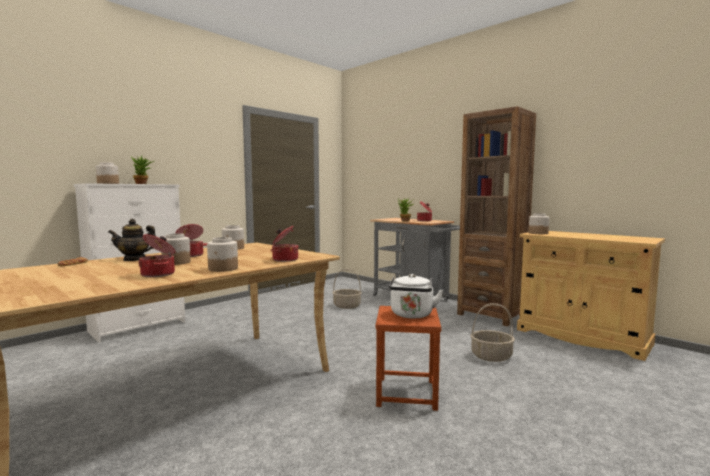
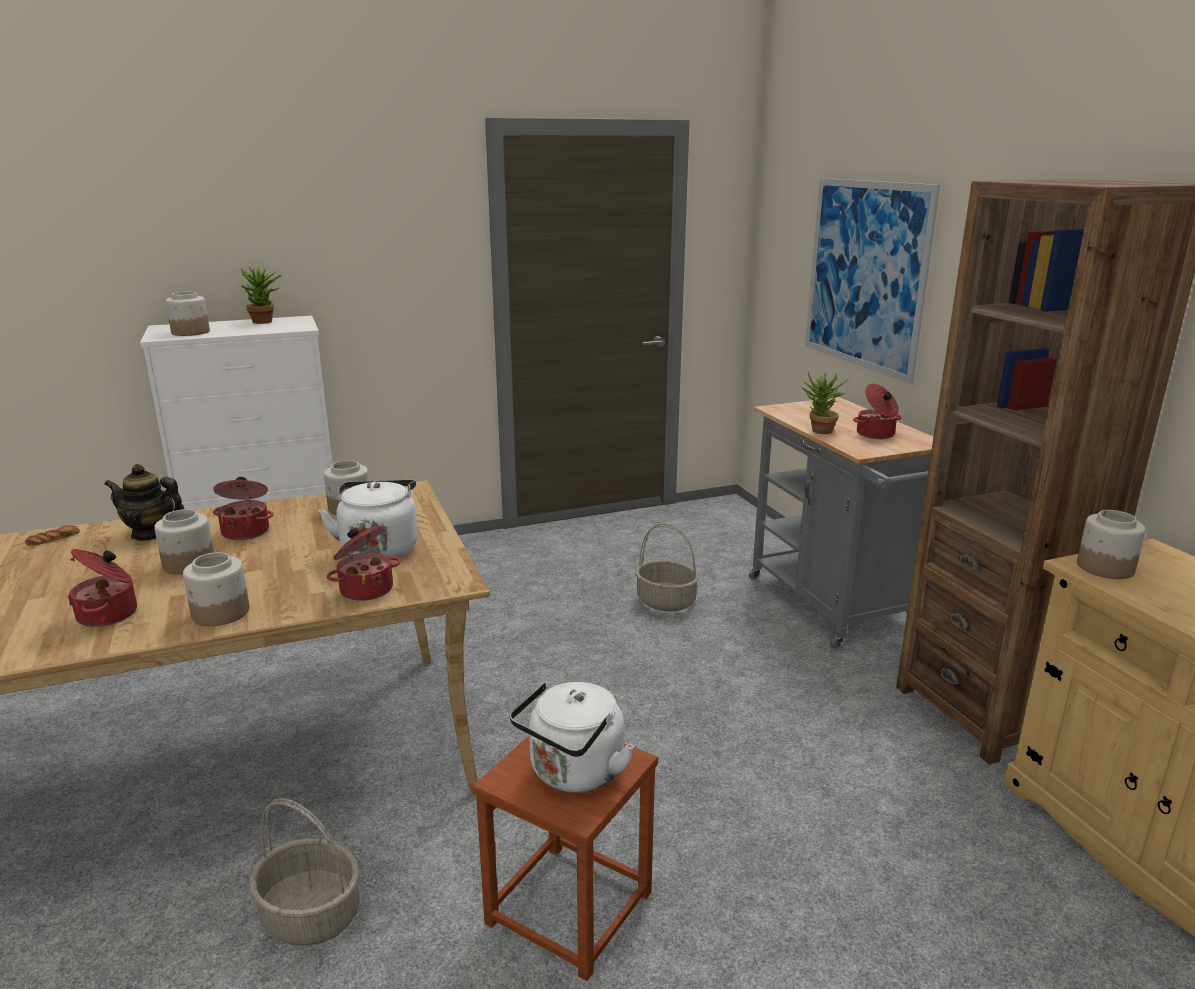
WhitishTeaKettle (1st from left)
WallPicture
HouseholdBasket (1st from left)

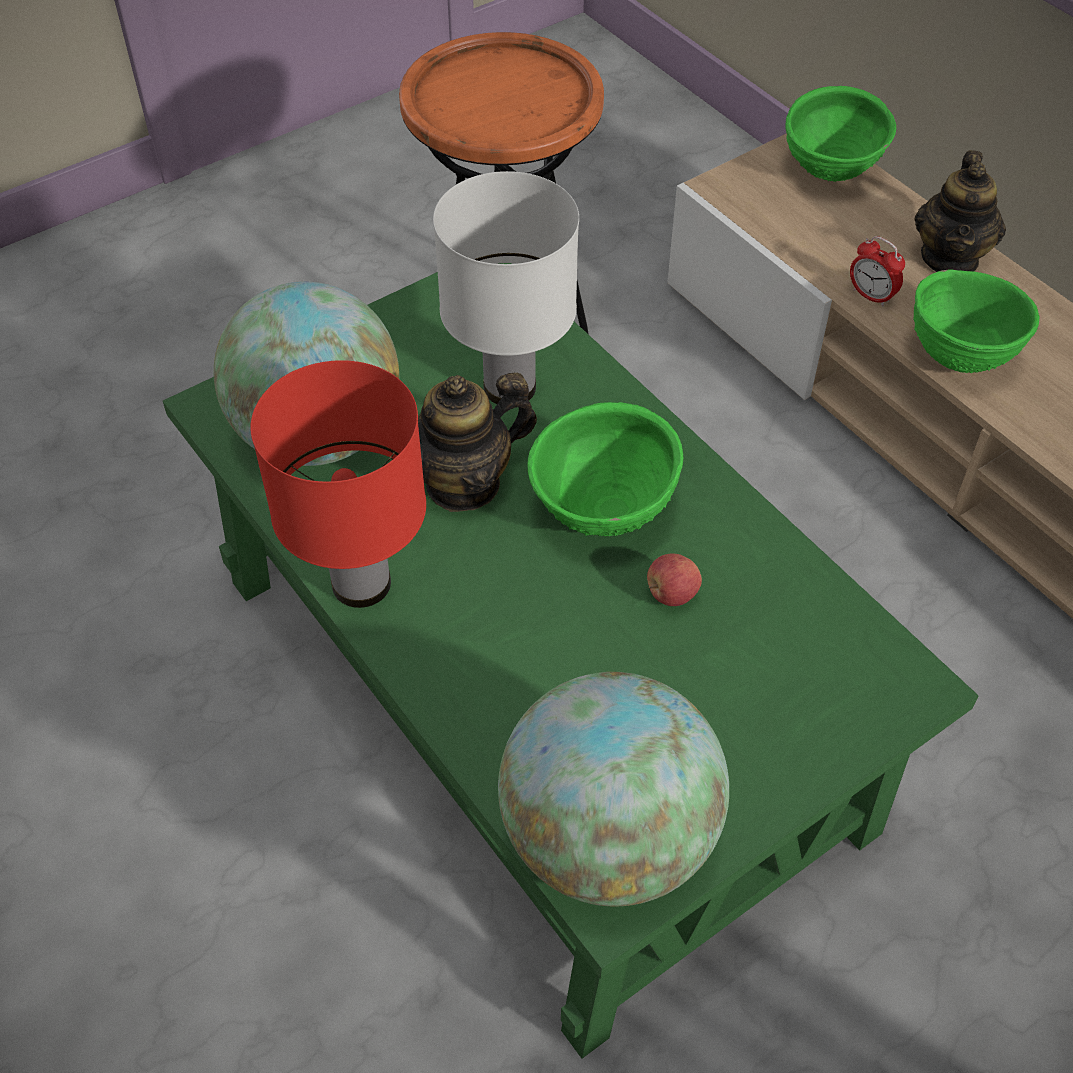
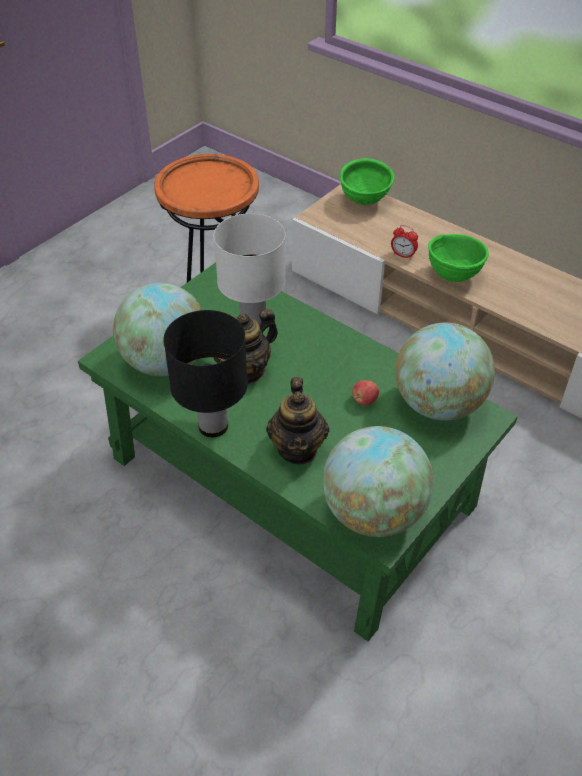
GreenishServingBowl (1st from left in the first image)
WorldGlobe (3rd from left)
Teapot (2nd from left)
BlackLampForATable

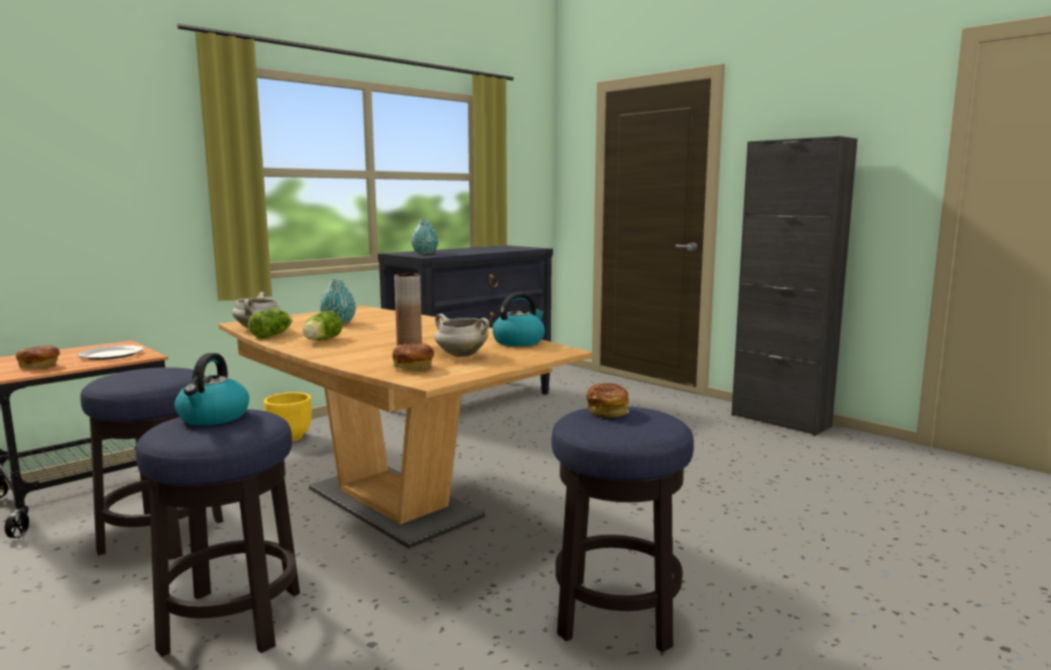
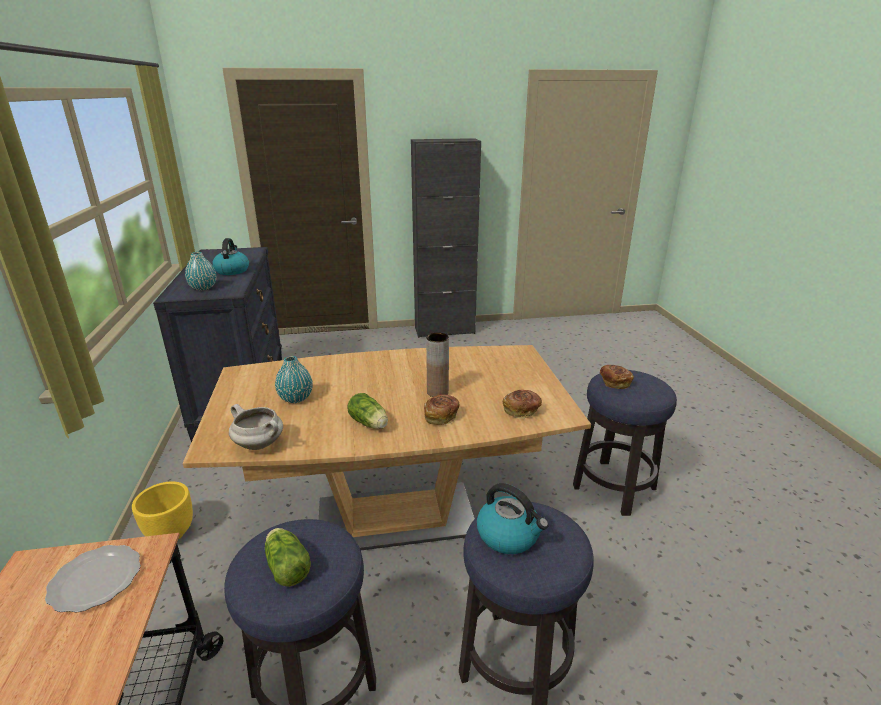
WhitishStockpot (2nd from left in the first image)
BakedBread (1st from left)
HeadOfLettuce (1st from left)
TeaKettle (1st from left)

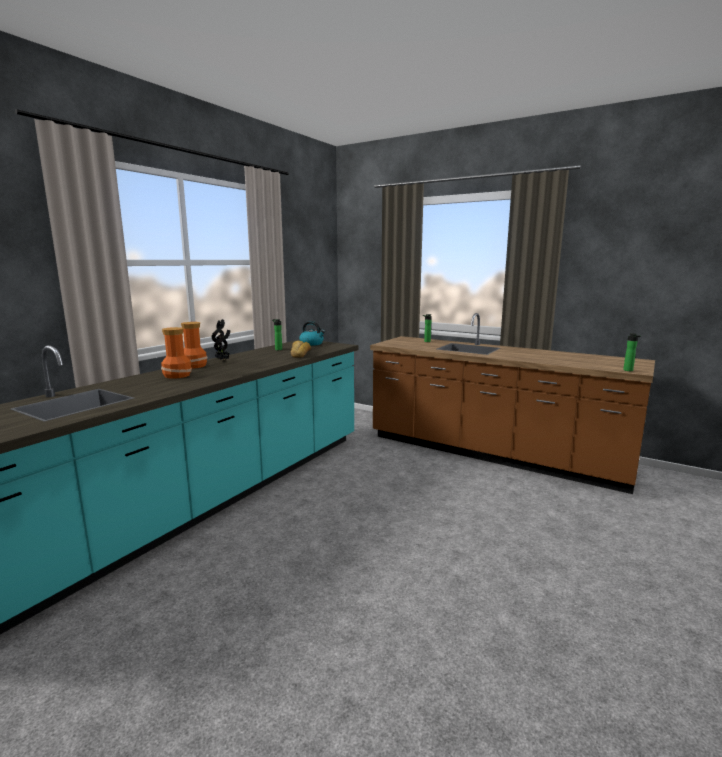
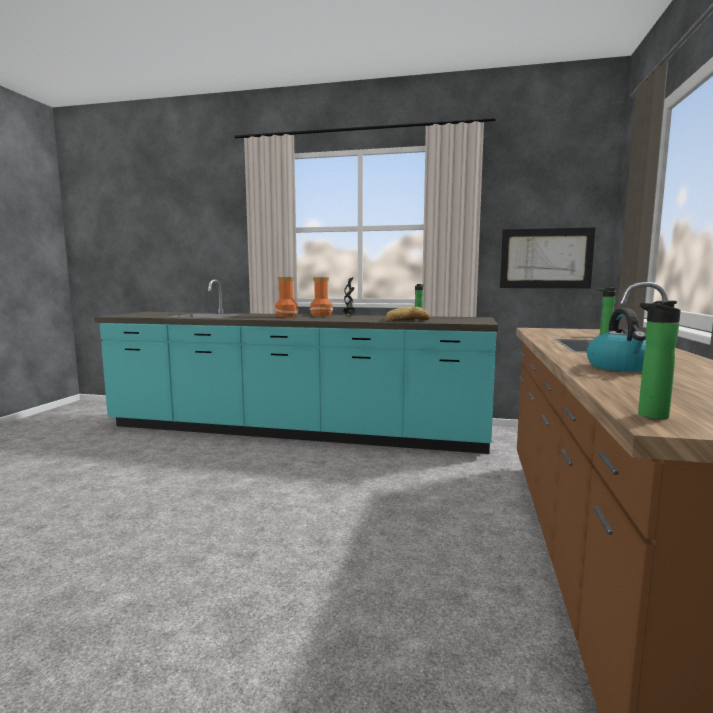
WallPicture
TeaKettle

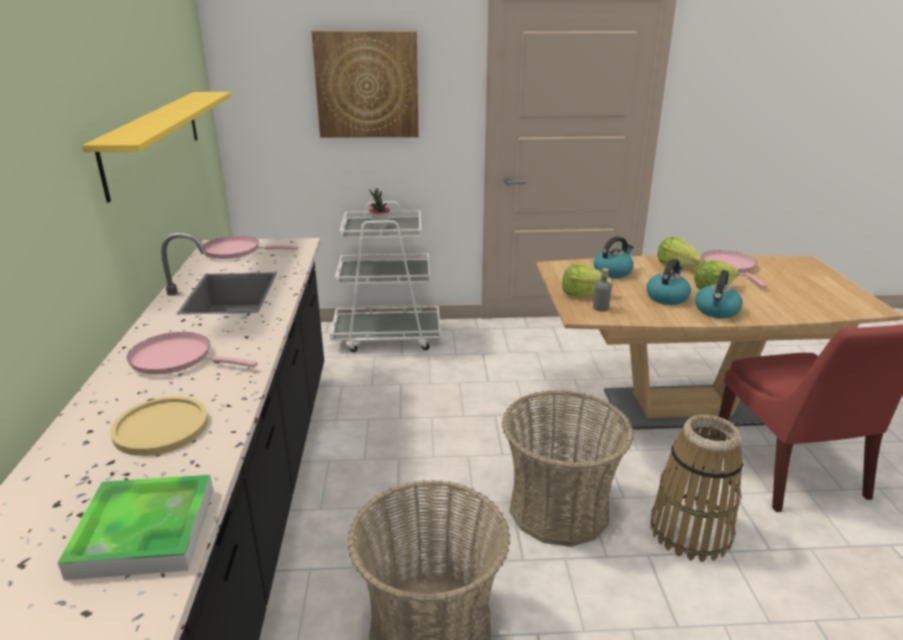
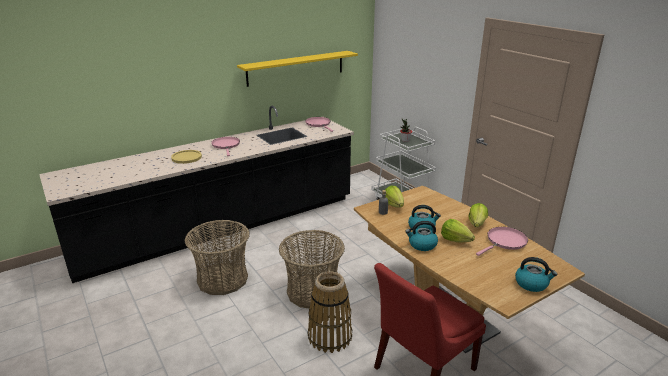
ServingTray
WallPicture
TeaKettle (3rd from left)

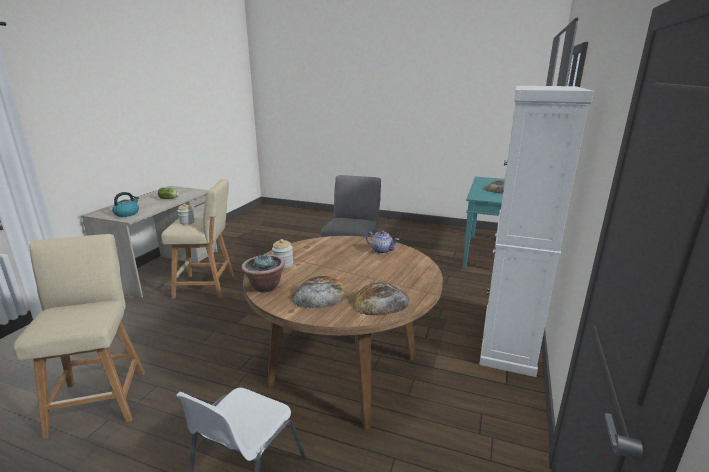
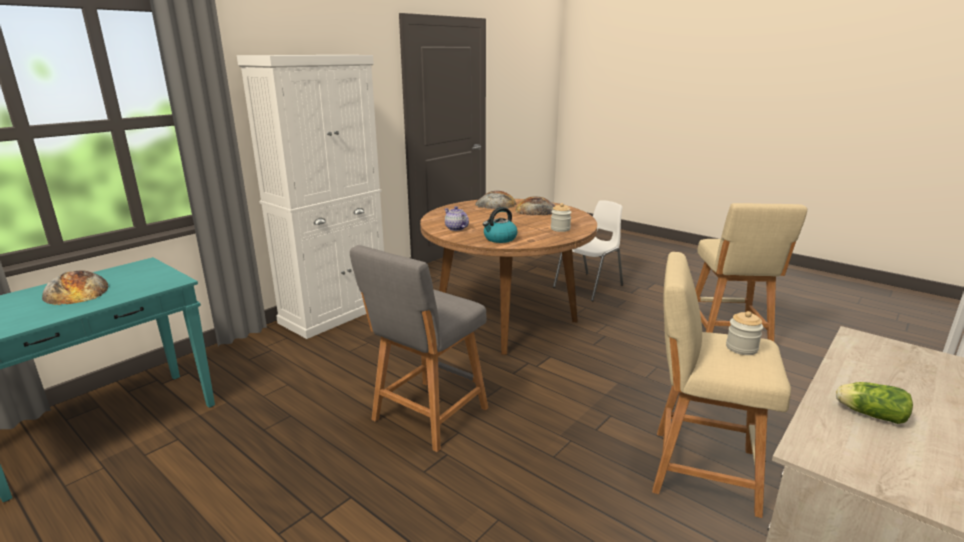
PottedPlant
TeaKettle

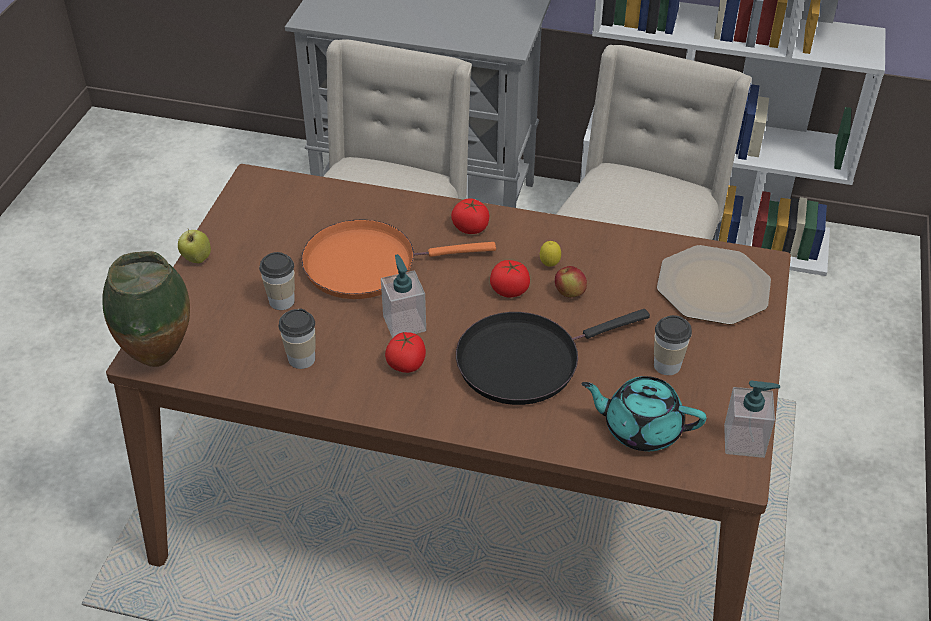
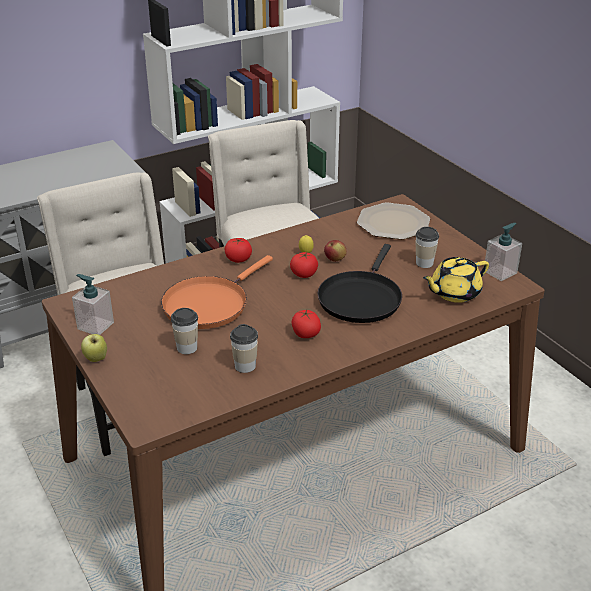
Vase
SoapBottle (1st from left)
YellowColouredTeapot

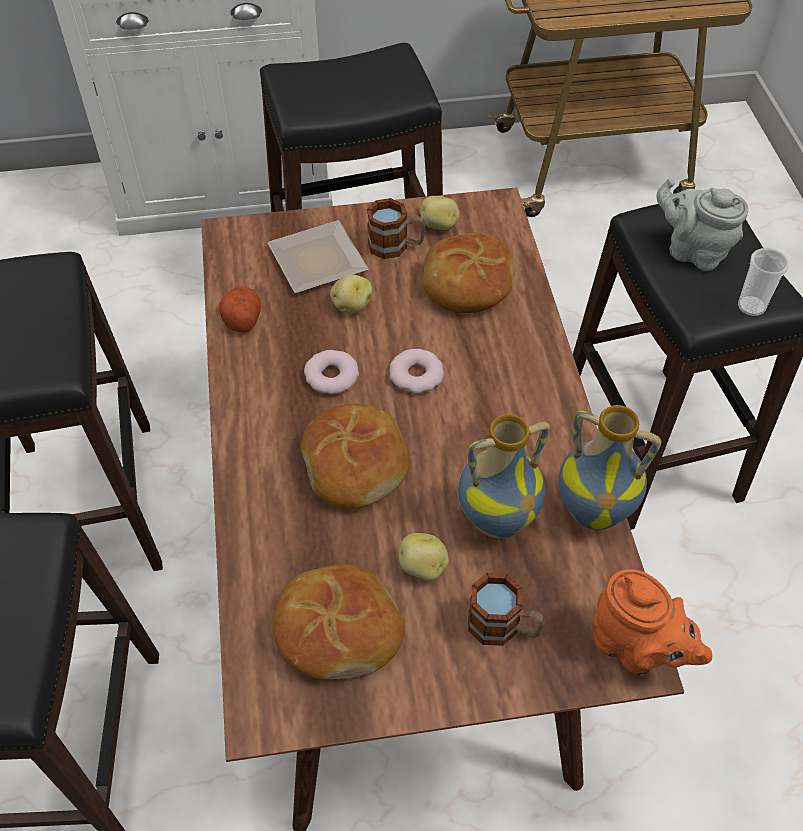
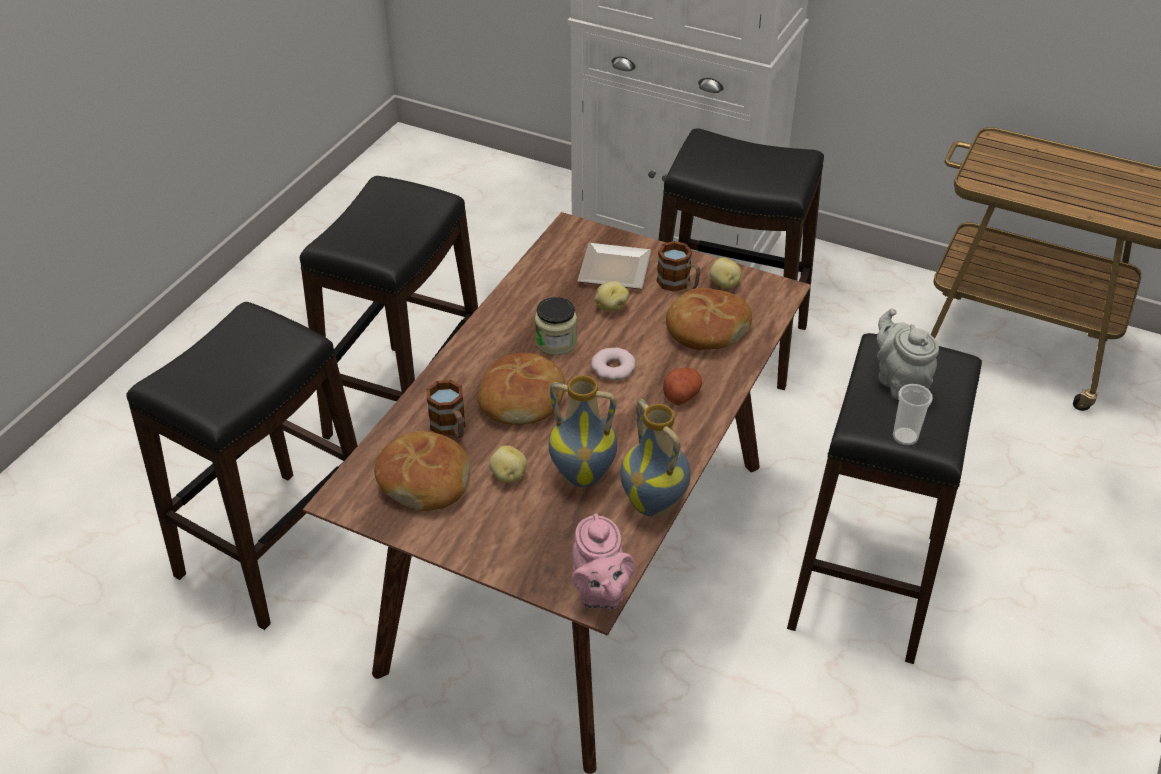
Potato (3rd from left)
Mug (1st from left)
StorageJar
PinkColouredTeapot

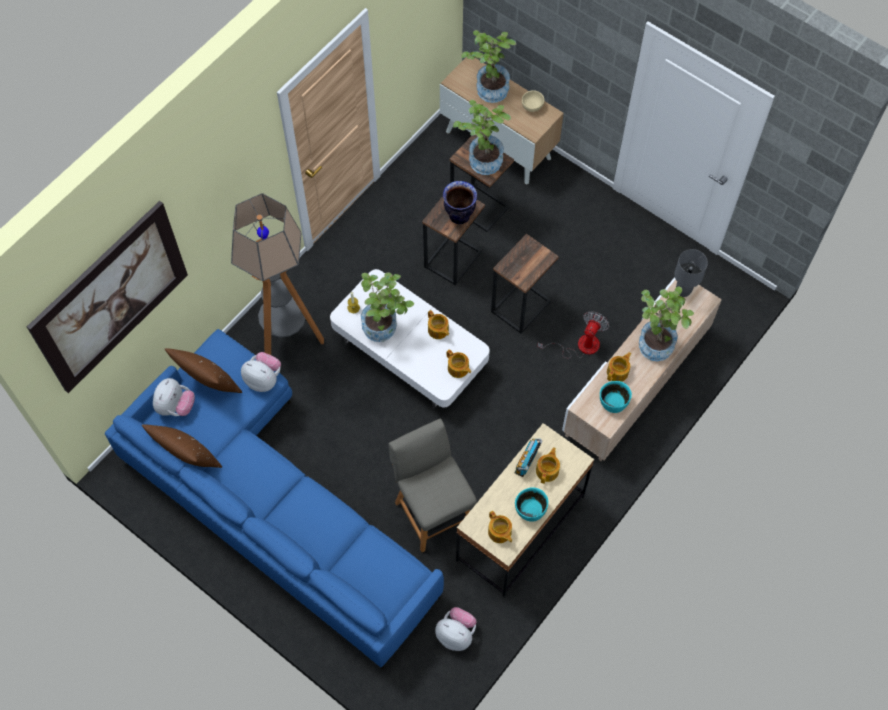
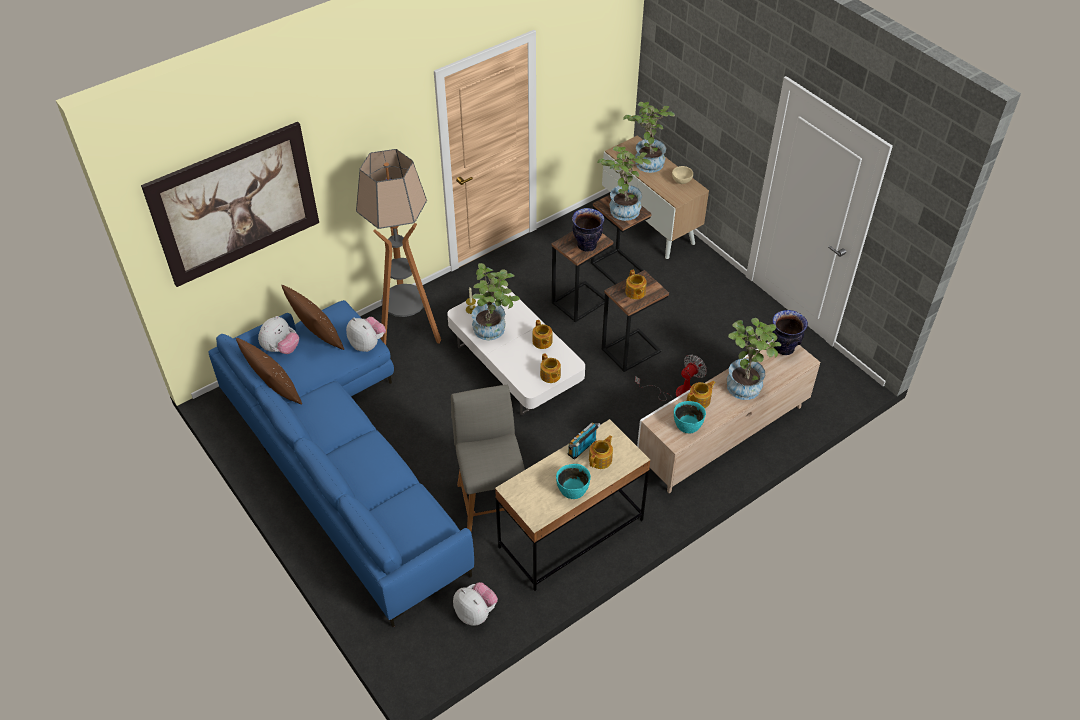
Teapot (4th from left)
Vase (2nd from left)

